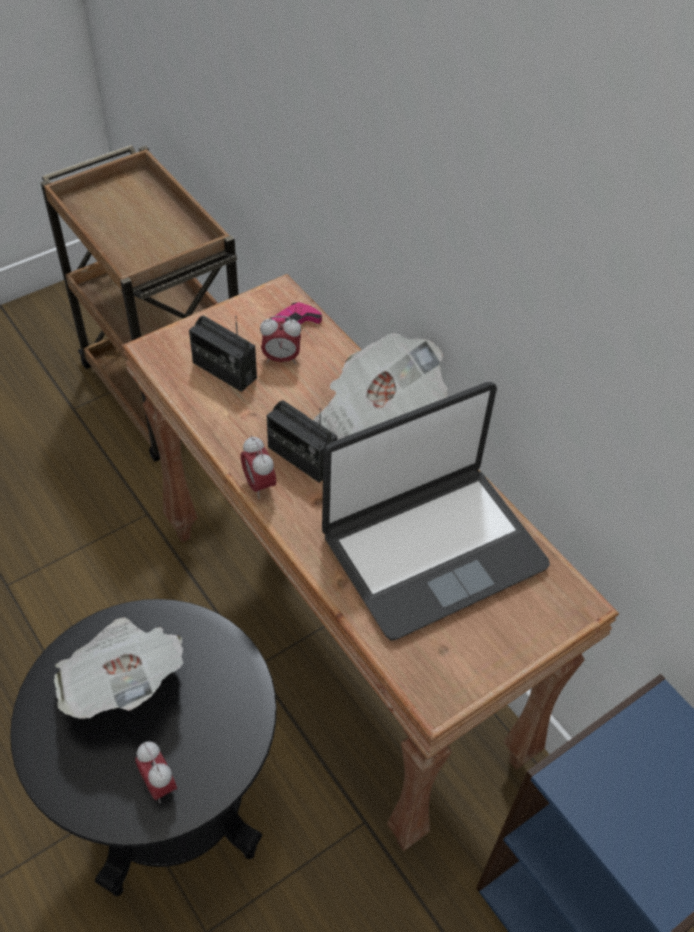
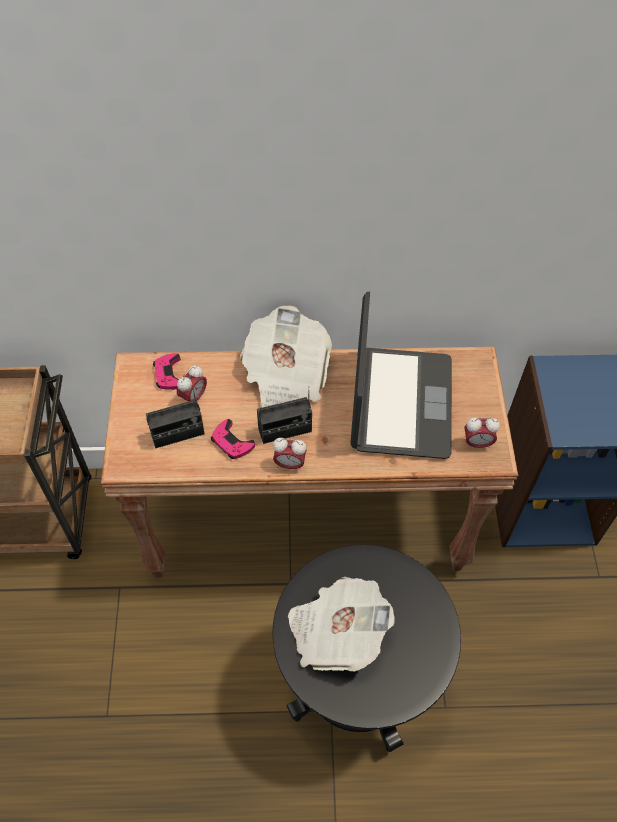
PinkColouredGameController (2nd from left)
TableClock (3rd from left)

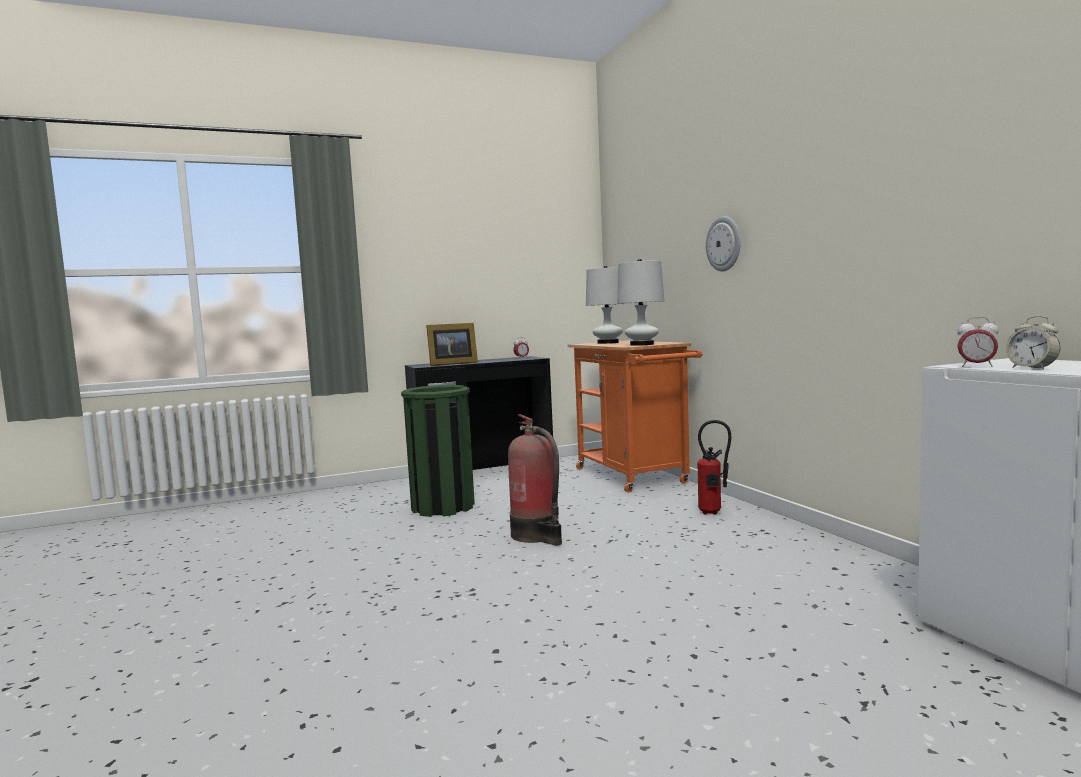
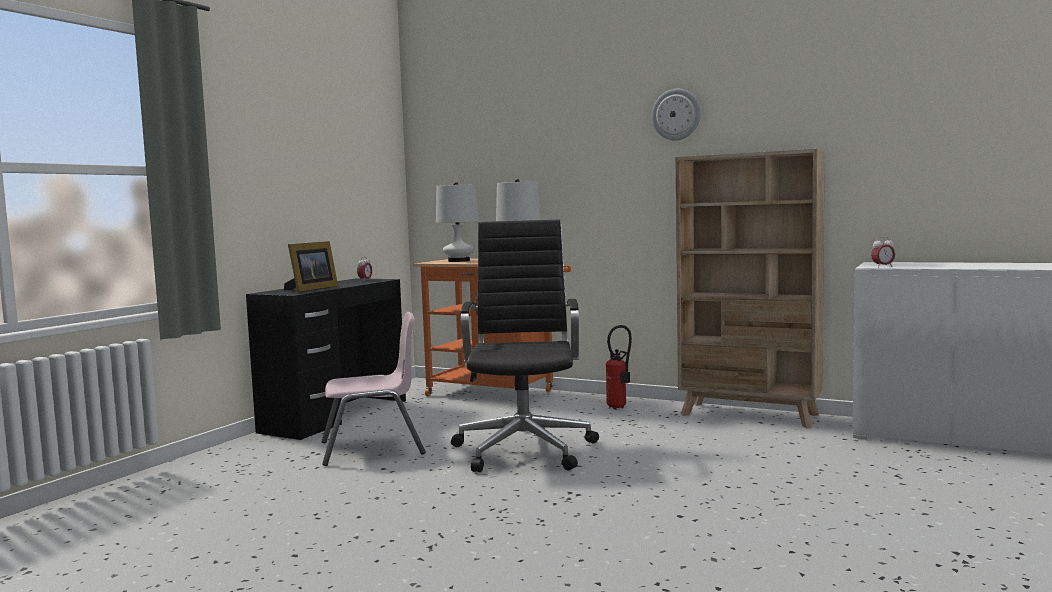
TableClock (3rd from left in the first image)
BeigeColouredBookcase
WallClock
PinkColouredChair
BlackDeskChair

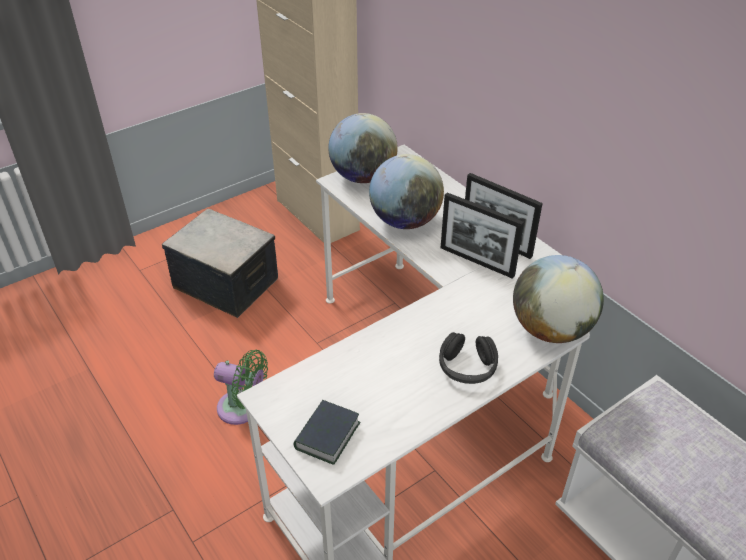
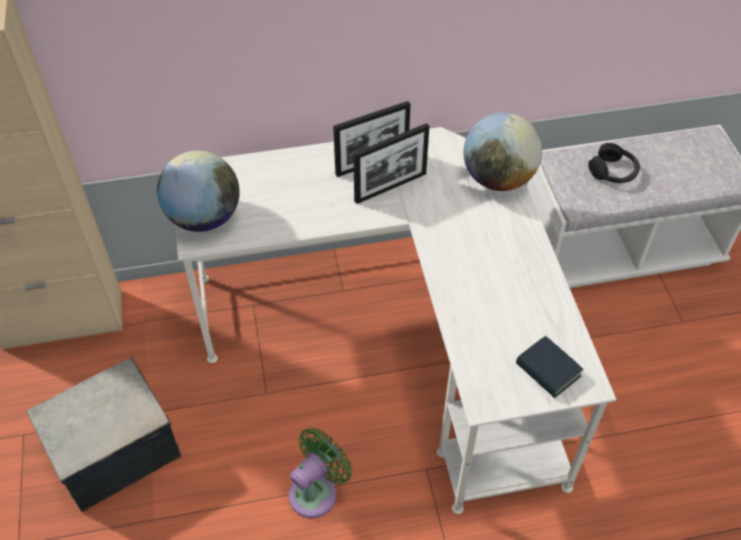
WorldGlobe (2nd from left in the first image)
BlackHeadphones

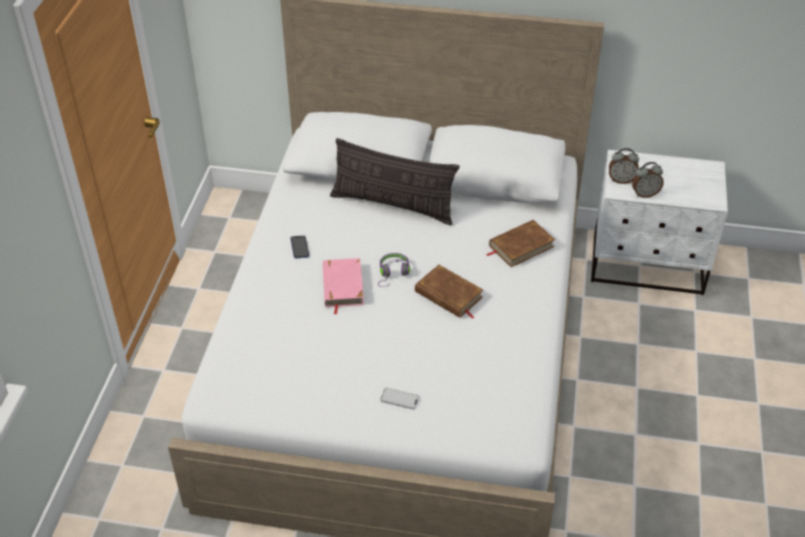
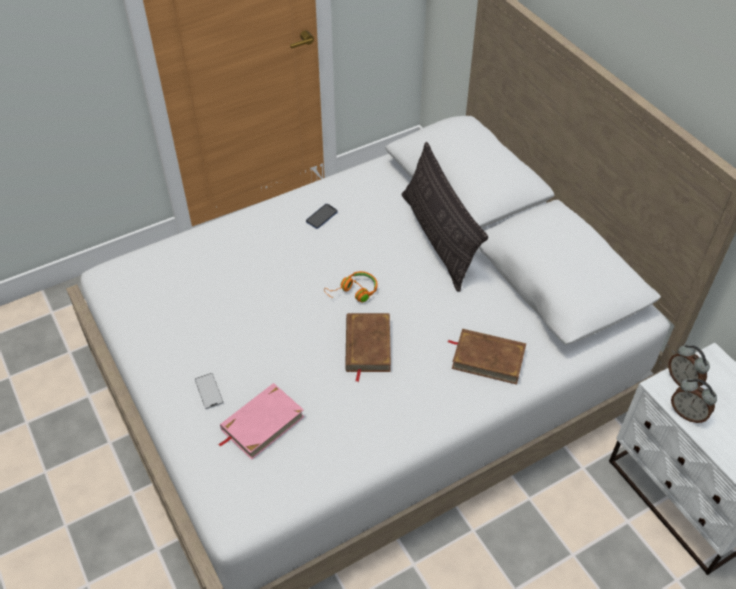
PinkColouredVolume
OrangeyHeadphones

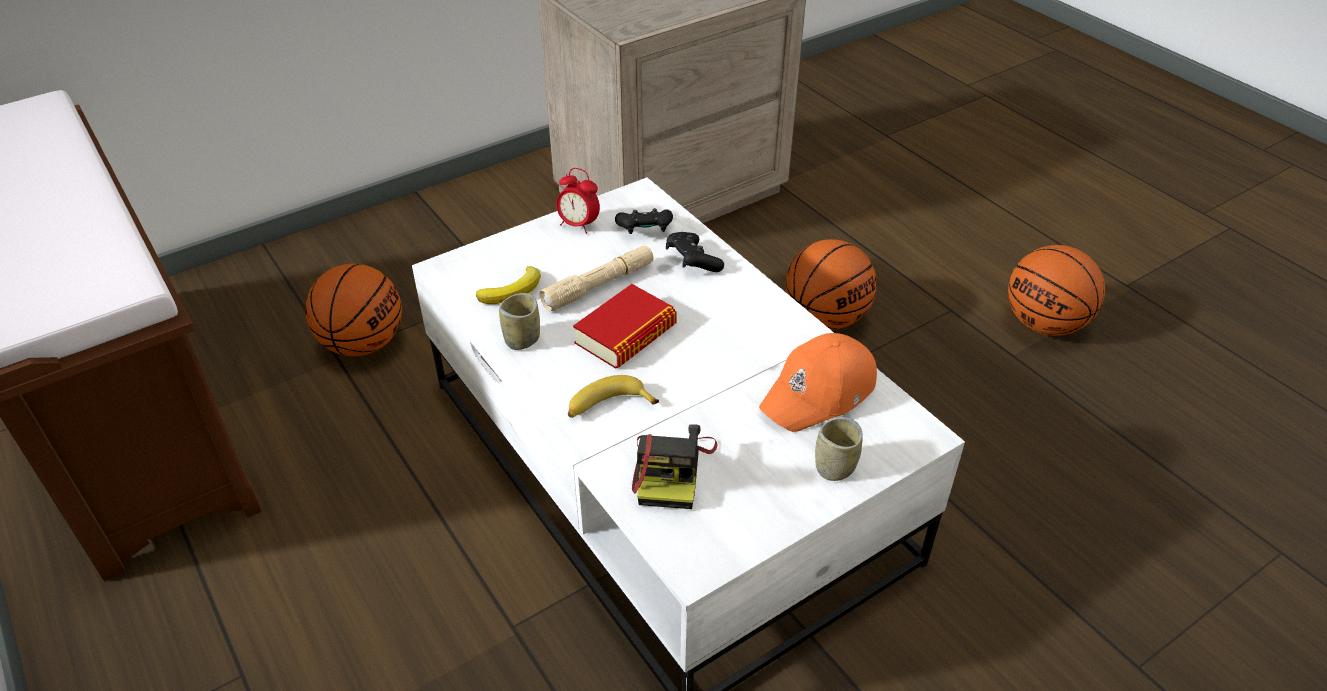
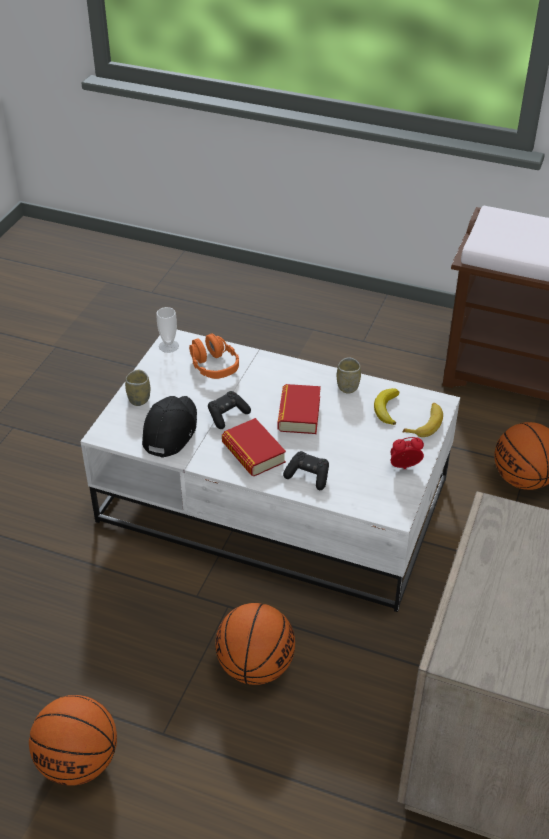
BeigeColouredFlashlight
SmallCup (2nd from left)
Volume (1st from left)
Banana (2nd from left)
BlackGameController (1st from left)
OrangeyHeadphones
BlackCap

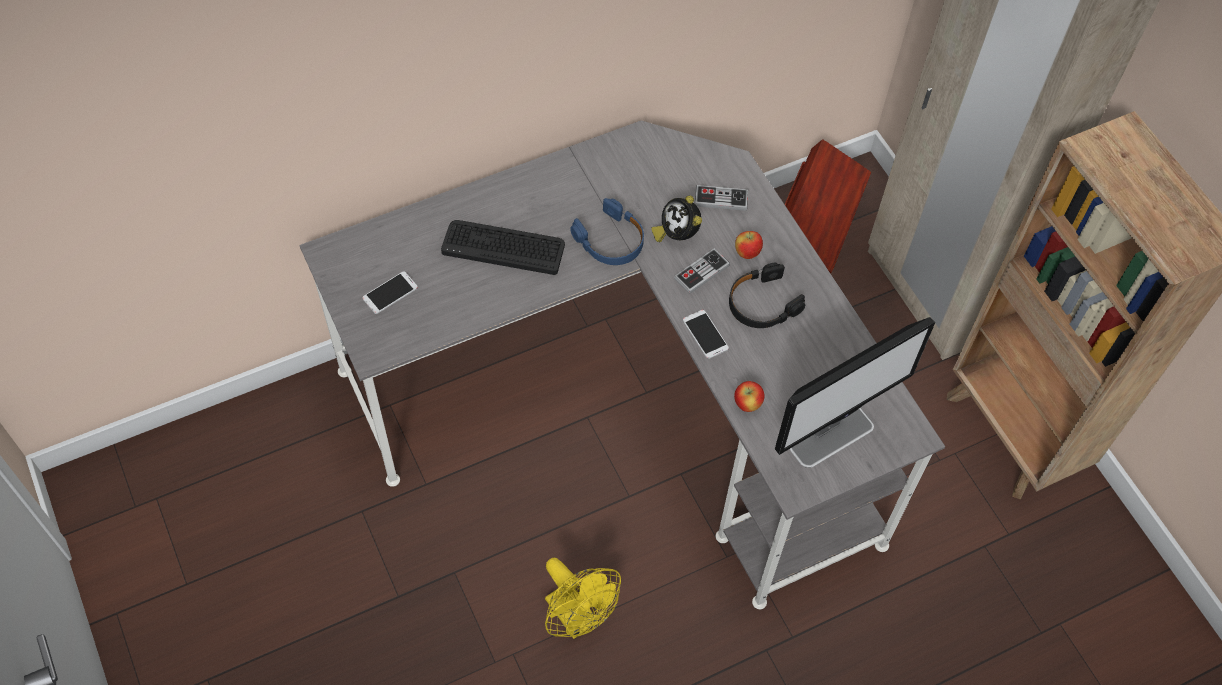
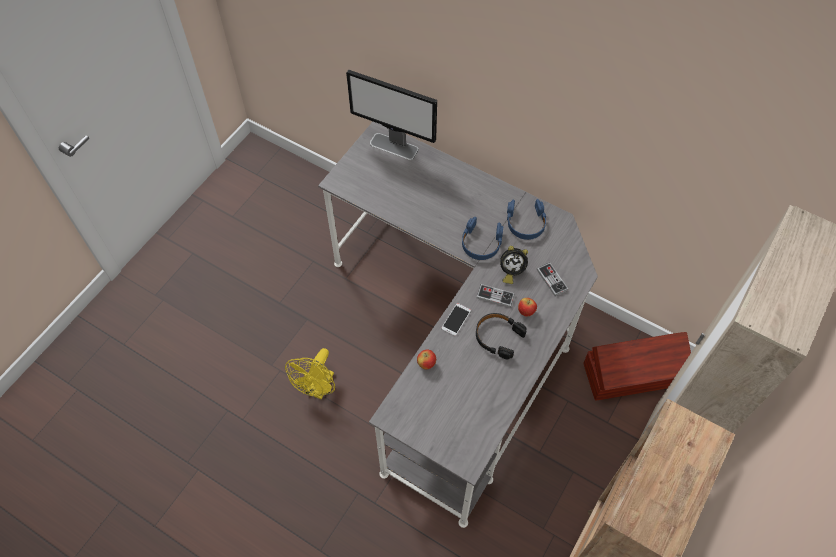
Telephone (1st from left in the first image)
Keyboard
BlueHeadphones (2nd from left)
ComputerScreen
TableClock

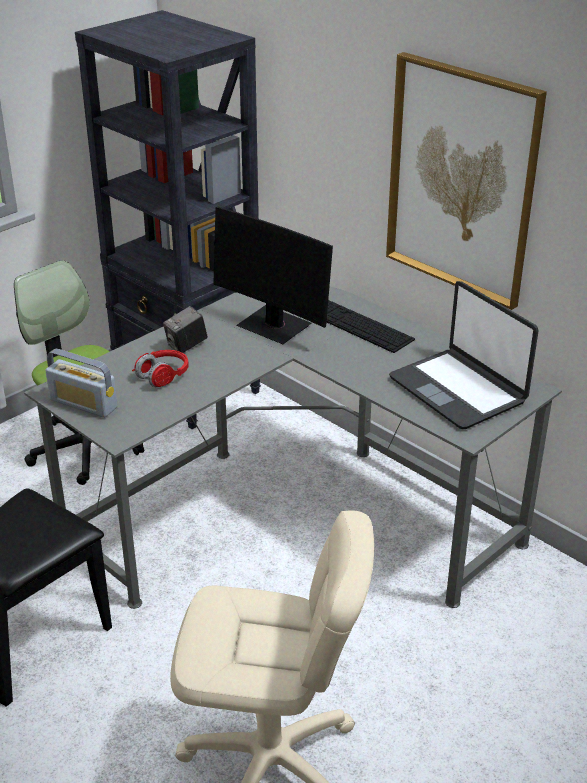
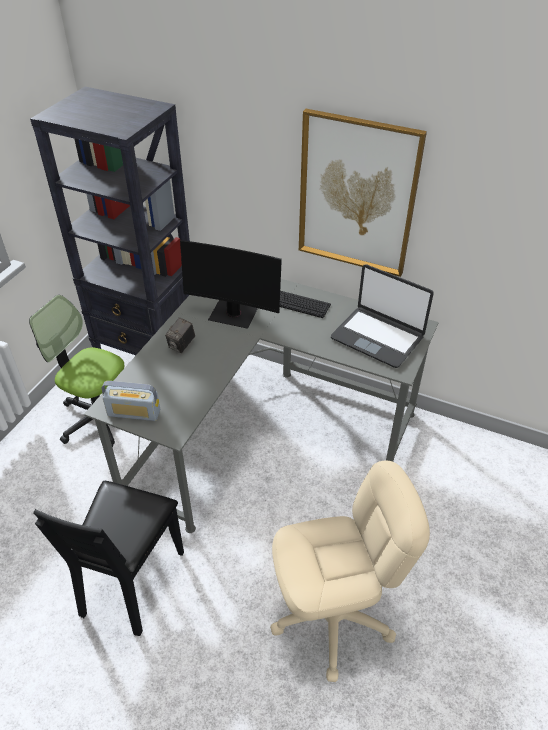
ReddishHeadphones

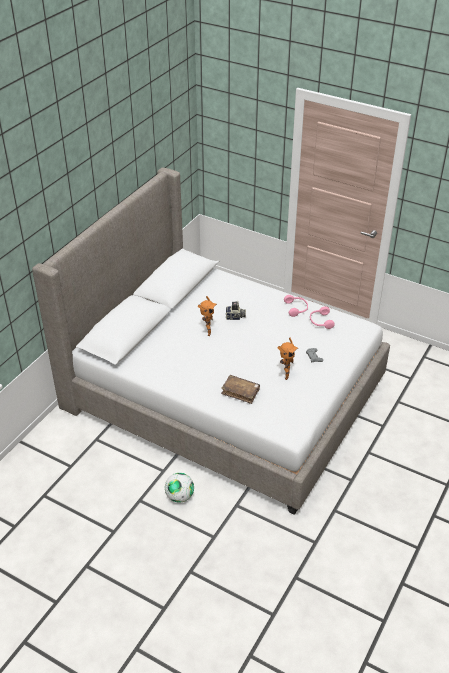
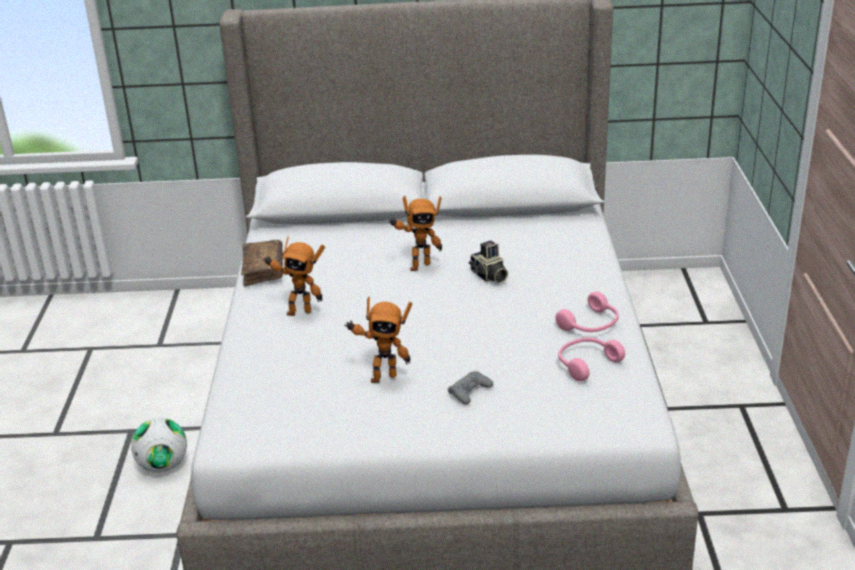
ModelRobot (1st from left)
BrownColouredVolume

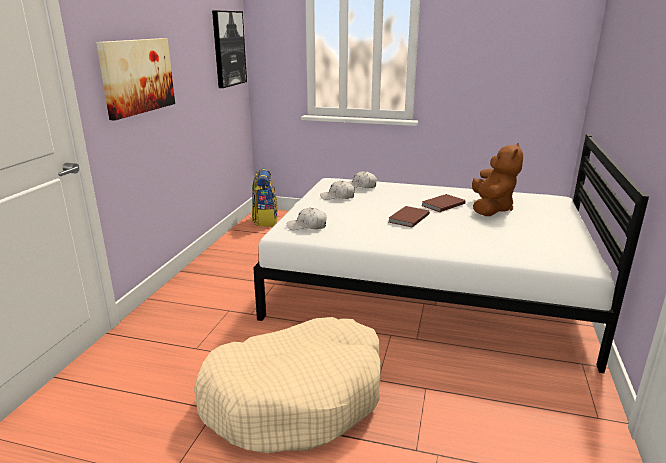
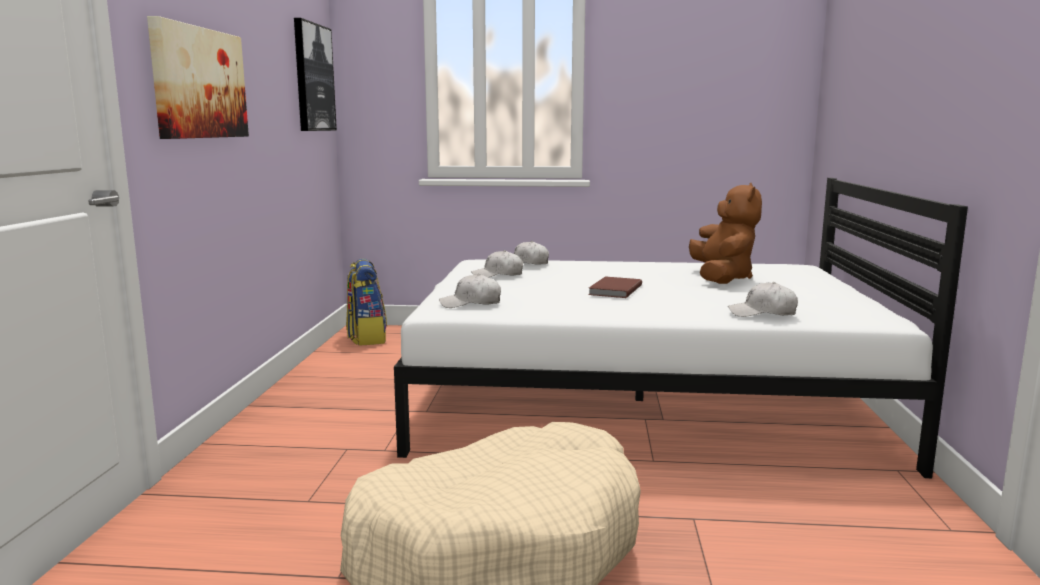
BrownColouredVolume (2nd from left in the first image)
WhitishCap (4th from left)

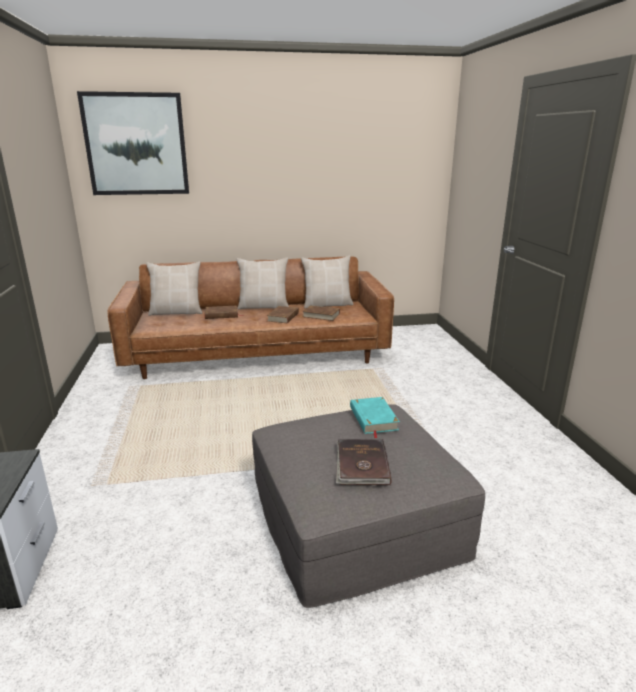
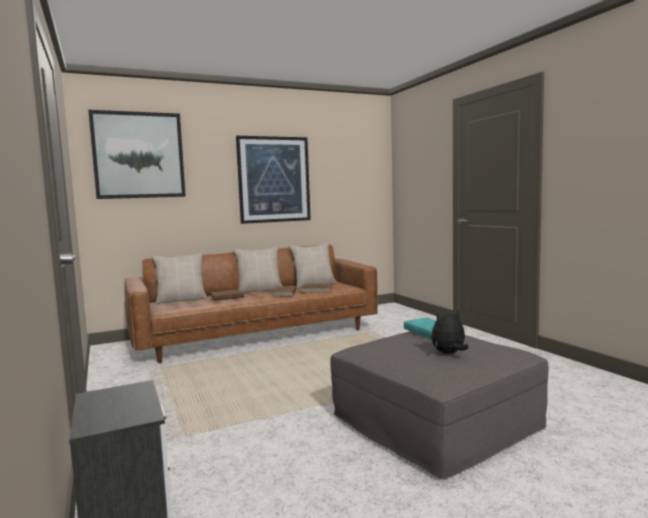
WallPicture (2nd from left)
SoftToy

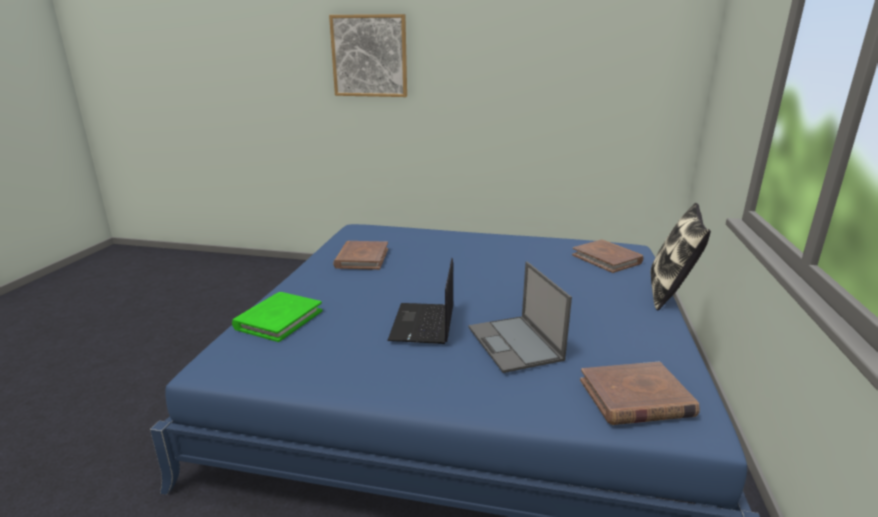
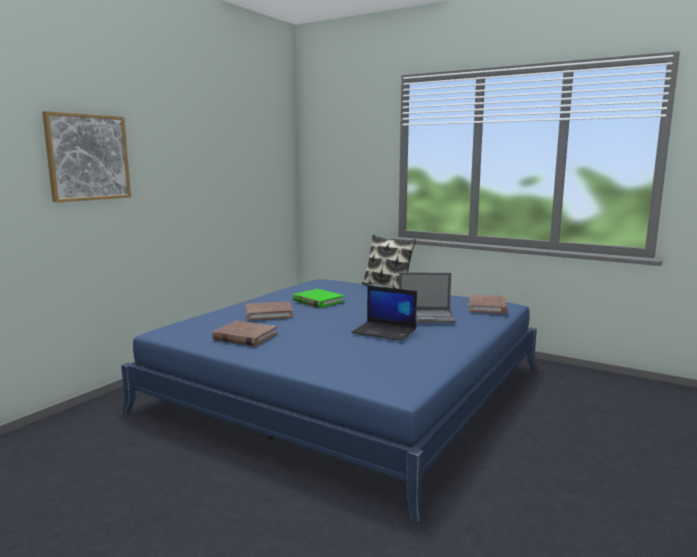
GreenishVolume
BrownColouredVolume (2nd from left)

